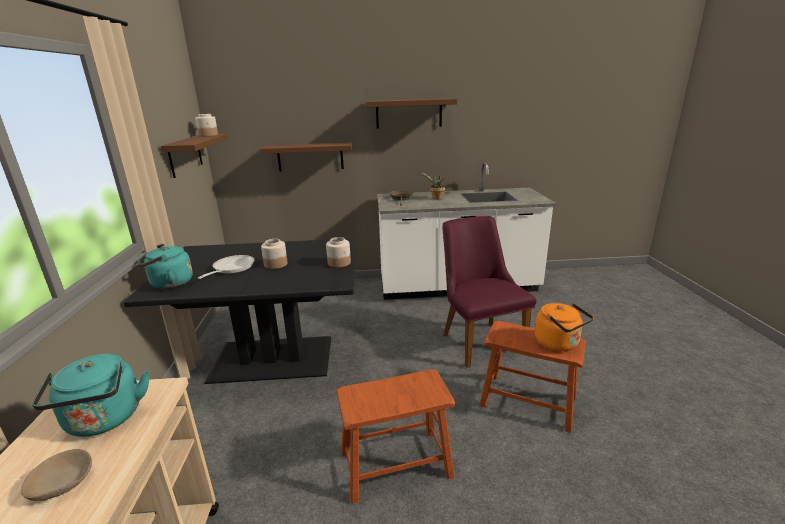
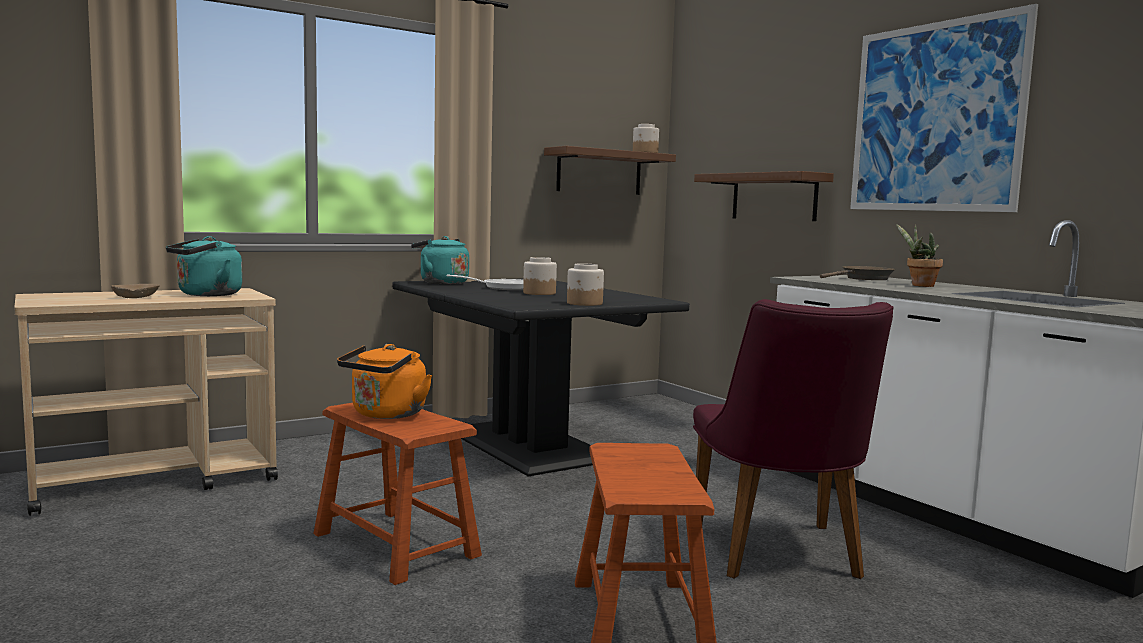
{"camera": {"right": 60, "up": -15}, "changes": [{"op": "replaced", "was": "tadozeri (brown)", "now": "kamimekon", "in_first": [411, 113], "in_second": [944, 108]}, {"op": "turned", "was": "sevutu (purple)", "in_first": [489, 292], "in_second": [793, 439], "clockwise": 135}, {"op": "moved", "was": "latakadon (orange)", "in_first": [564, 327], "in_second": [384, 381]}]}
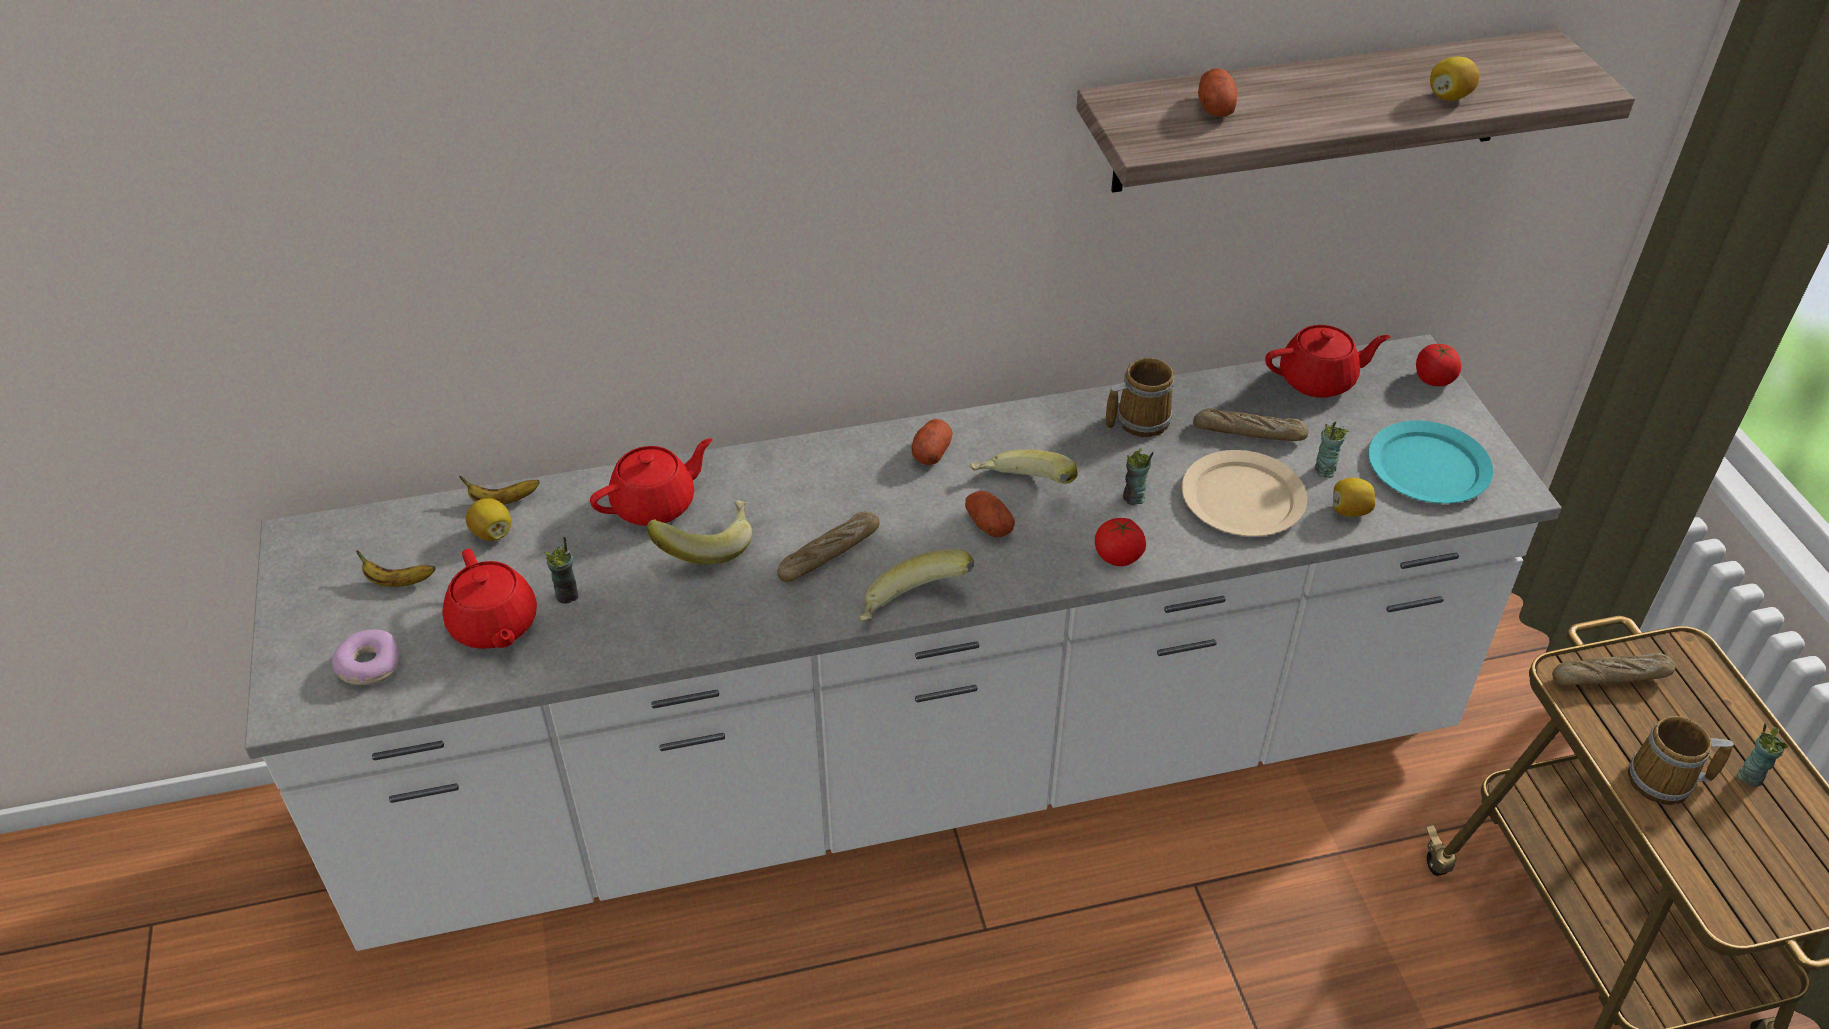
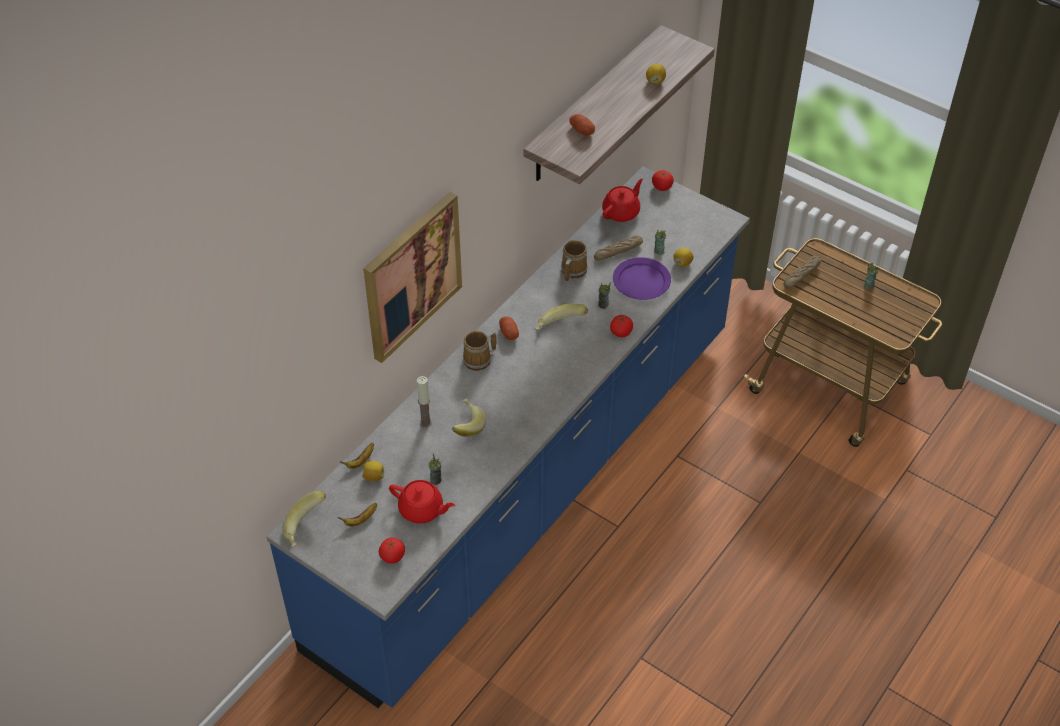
{"camera": {"right": -40, "up": 5}, "changes": [{"op": "recoloured", "was": "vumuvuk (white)", "now": "vumuvuk (blue)", "in_first": [903, 642], "in_second": [508, 437]}, {"op": "replaced", "was": "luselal", "now": "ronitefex", "in_first": [366, 657], "in_second": [392, 551]}, {"op": "replaced", "was": "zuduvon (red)", "now": "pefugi", "in_first": [651, 482], "in_second": [424, 401]}, {"op": "removed", "was": "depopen", "in_first": [828, 546]}, {"op": "moved", "was": "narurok", "in_first": [917, 585], "in_second": [304, 519]}, {"op": "removed", "was": "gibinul", "in_first": [990, 514]}, {"op": "recoloured", "was": "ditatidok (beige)", "now": "ditatidok (purple)", "in_first": [1244, 493], "in_second": [642, 278]}, {"op": "removed", "was": "ditatidok (turquoise)", "in_first": [1430, 462]}, {"op": "moved", "was": "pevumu", "in_first": [1681, 760], "in_second": [479, 351]}, {"op": "added", "now": "kamimekon", "in_second": [412, 277]}]}
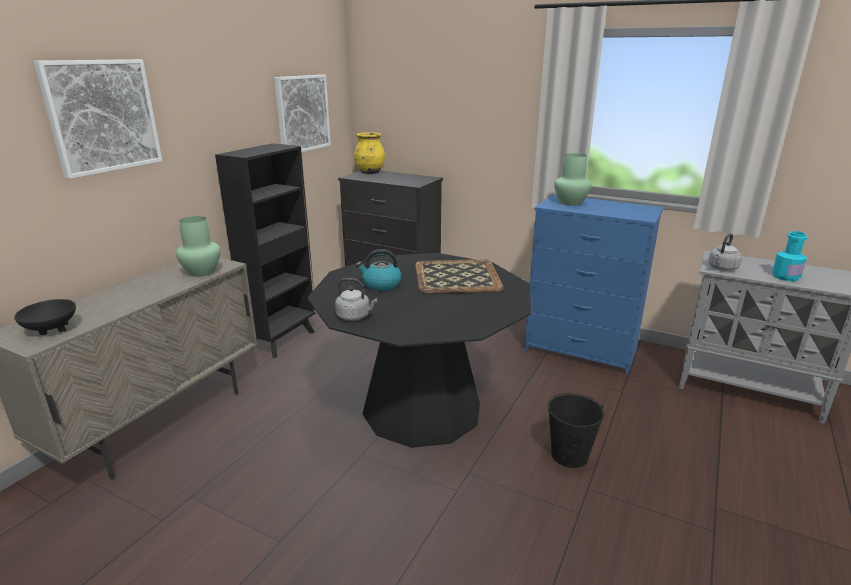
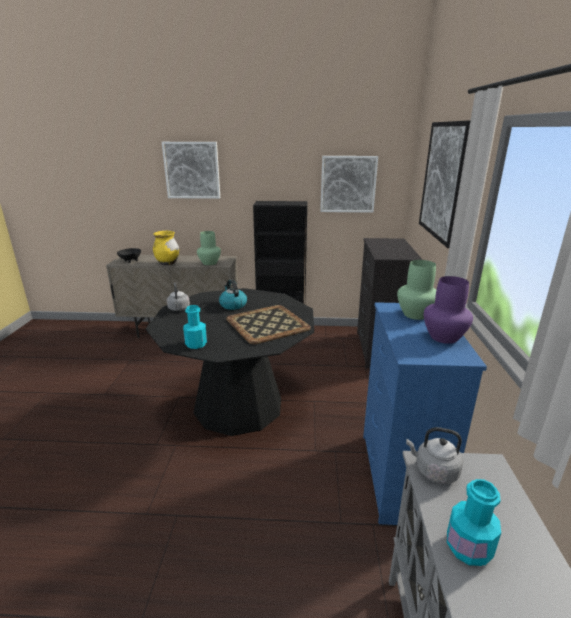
{"camera": {"right": 65, "up": 0}, "changes": [{"op": "moved", "was": "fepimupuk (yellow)", "in_first": [369, 153], "in_second": [166, 248]}, {"op": "removed", "was": "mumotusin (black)", "in_first": [576, 430]}, {"op": "added", "now": "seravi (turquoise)", "in_second": [195, 327]}, {"op": "added", "now": "kamimekon", "in_second": [445, 184]}, {"op": "added", "now": "fepimupuk (purple)", "in_second": [448, 310]}]}
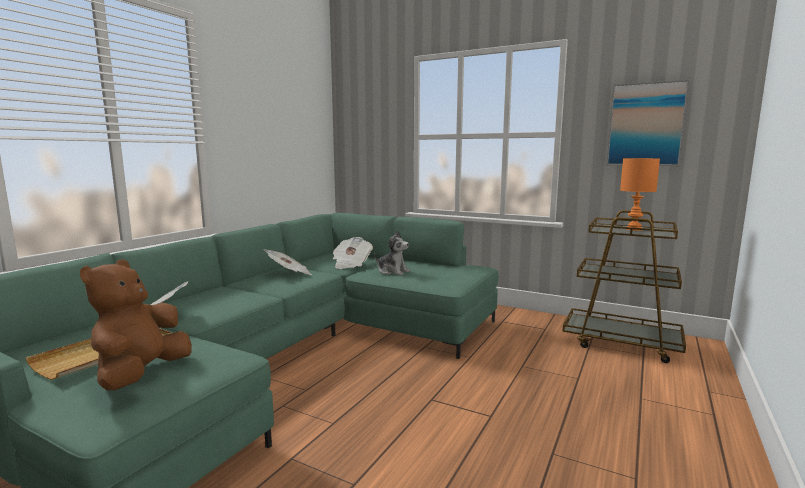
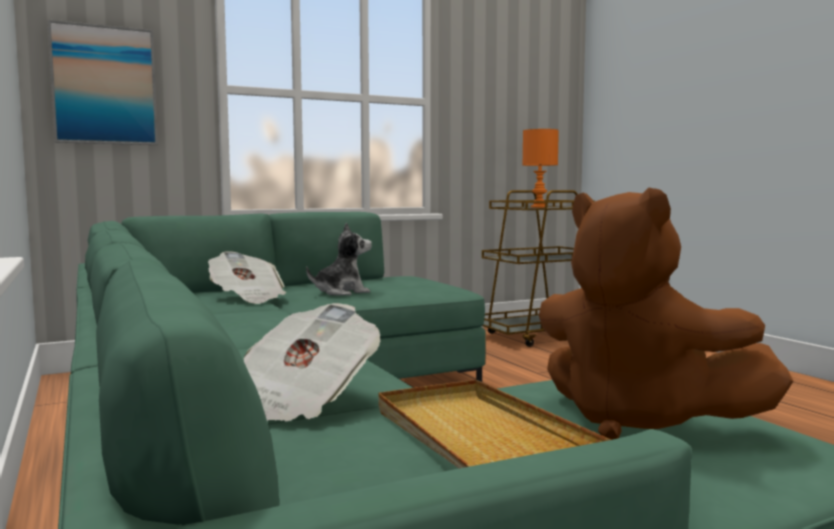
{"camera": {"right": -55, "up": -5}, "changes": [{"op": "removed", "was": "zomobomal", "in_first": [288, 262]}, {"op": "moved", "was": "kamimekon", "in_first": [648, 122], "in_second": [102, 82]}]}
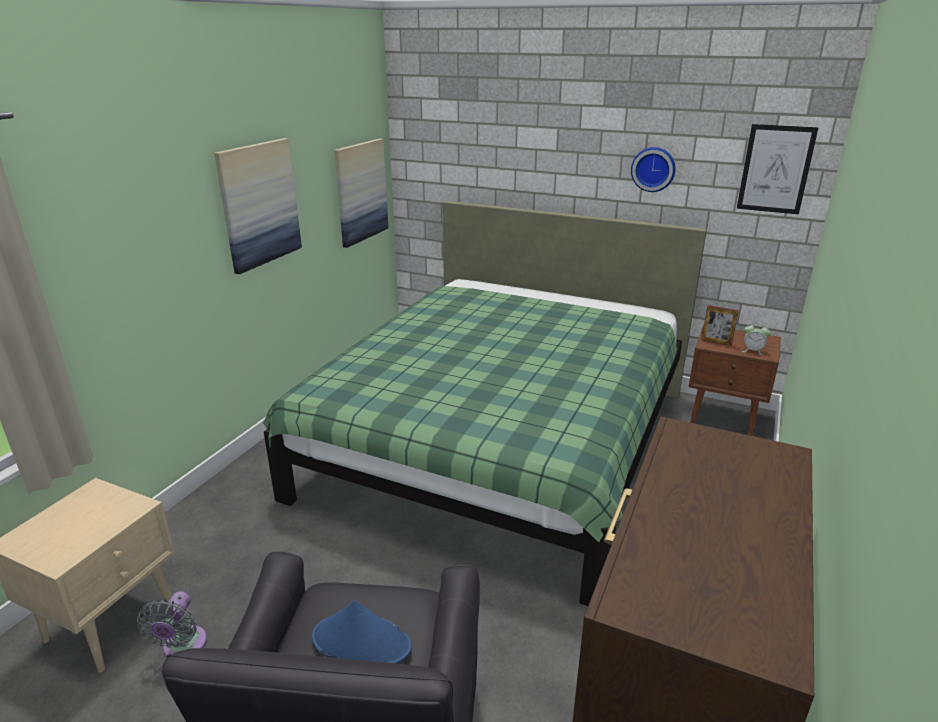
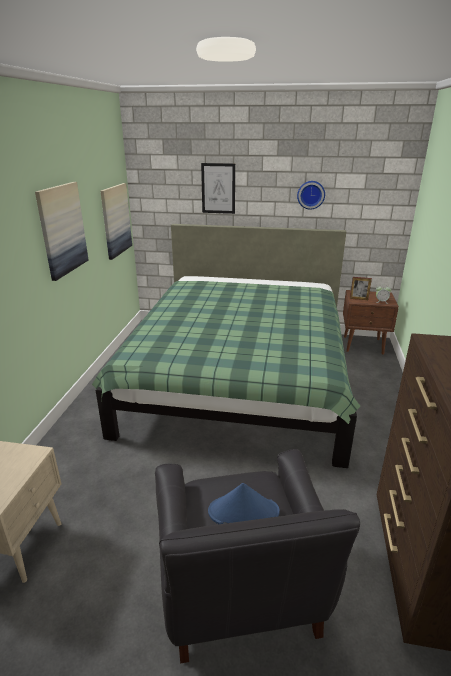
{"camera": {"right": -15, "up": 0}, "changes": [{"op": "removed", "was": "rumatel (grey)", "in_first": [172, 624]}, {"op": "moved", "was": "kamimekon", "in_first": [778, 169], "in_second": [218, 188]}]}
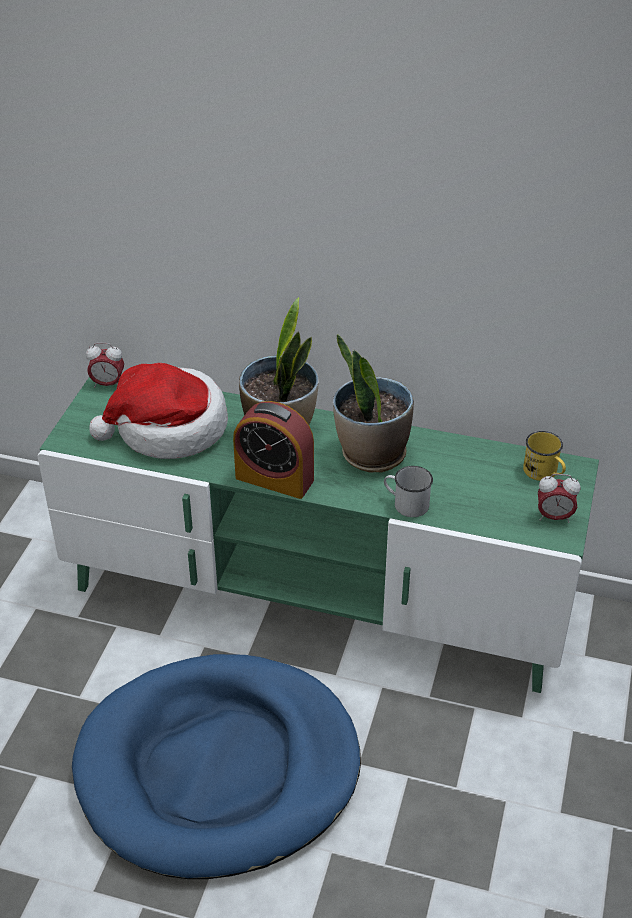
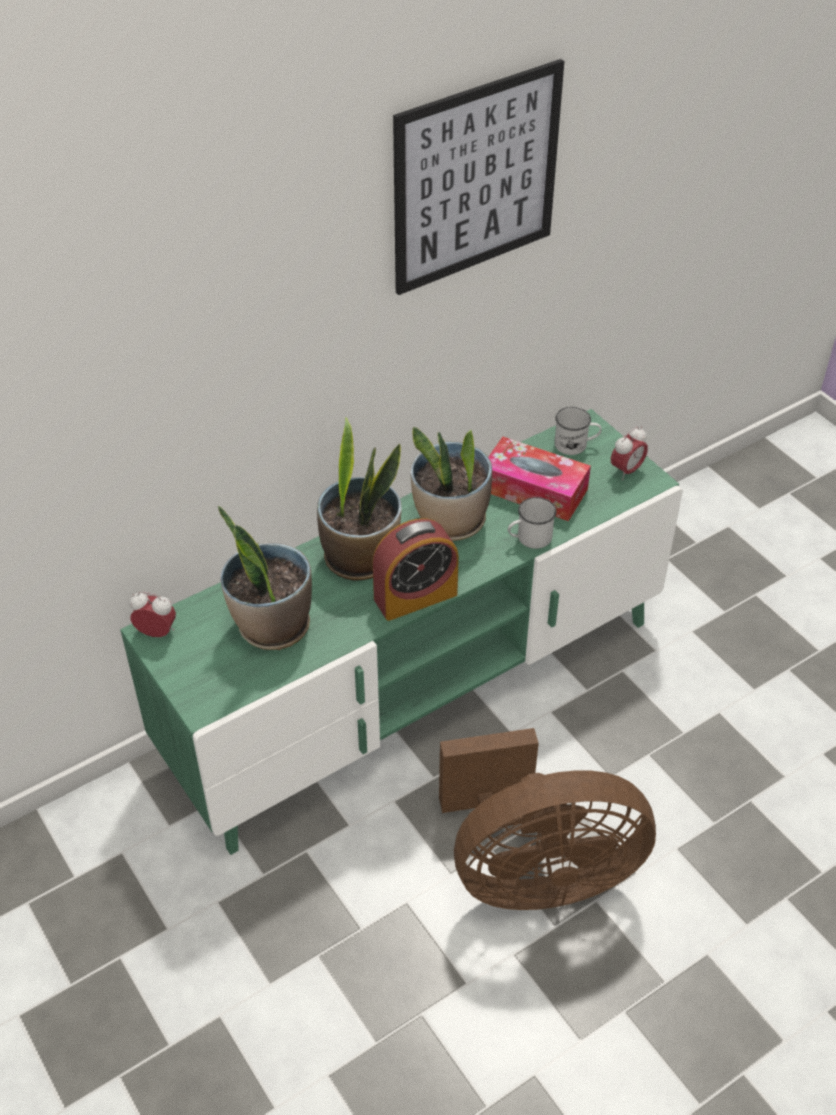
{"camera": {"right": -50, "up": 5}, "changes": [{"op": "replaced", "was": "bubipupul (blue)", "now": "rumatel (brown)", "in_first": [216, 766], "in_second": [547, 819]}, {"op": "turned", "was": "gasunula", "in_first": [105, 365], "in_second": [152, 614], "clockwise": -120}, {"op": "replaced", "was": "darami", "now": "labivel", "in_first": [158, 411], "in_second": [265, 577]}, {"op": "recoloured", "was": "pevumu (yellow)", "now": "pevumu (white)", "in_first": [544, 456], "in_second": [578, 431]}, {"op": "added", "now": "kamimekon", "in_second": [478, 177]}, {"op": "added", "now": "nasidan", "in_second": [539, 479]}]}
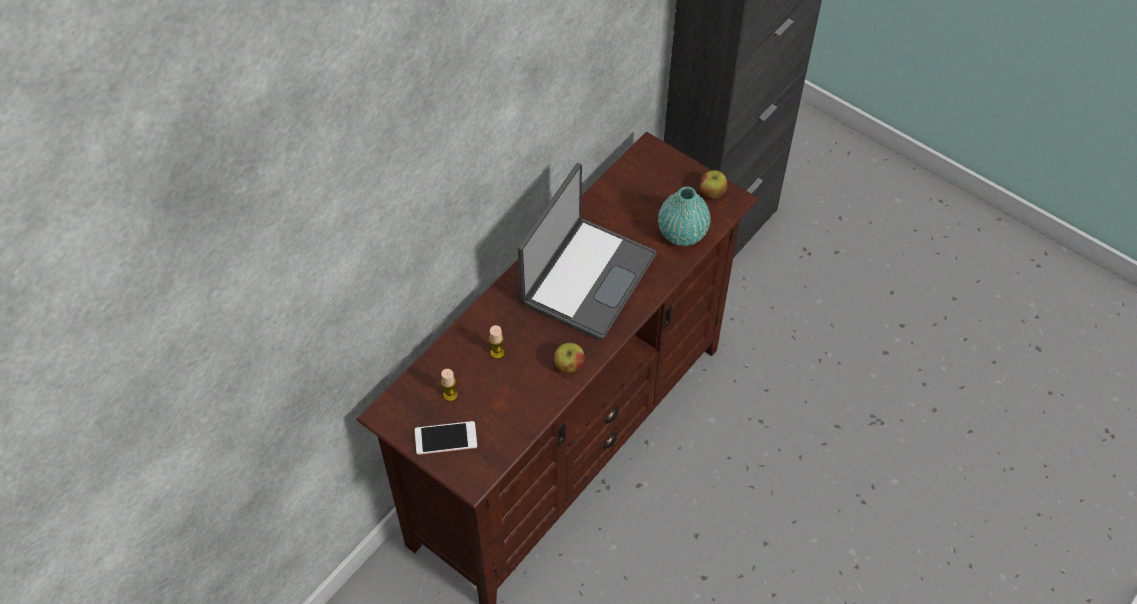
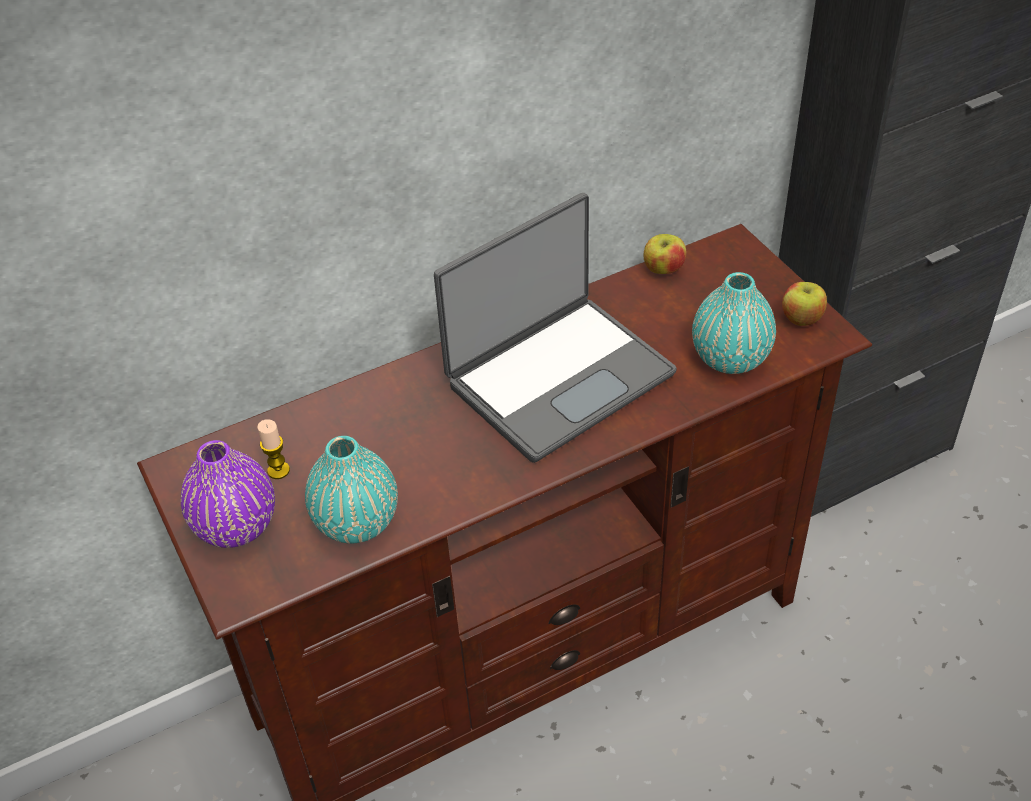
{"camera": {"right": 25, "up": -10}, "changes": [{"op": "replaced", "was": "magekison", "now": "fepimupuk (purple)", "in_first": [446, 438], "in_second": [228, 494]}, {"op": "removed", "was": "pefugi", "in_first": [497, 342]}, {"op": "moved", "was": "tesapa", "in_first": [569, 358], "in_second": [665, 254]}, {"op": "added", "now": "fepimupuk (turquoise)", "in_second": [351, 489]}]}
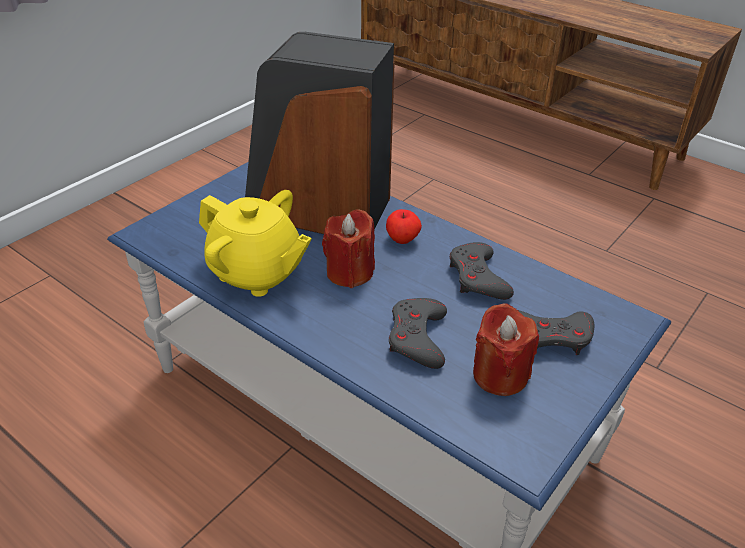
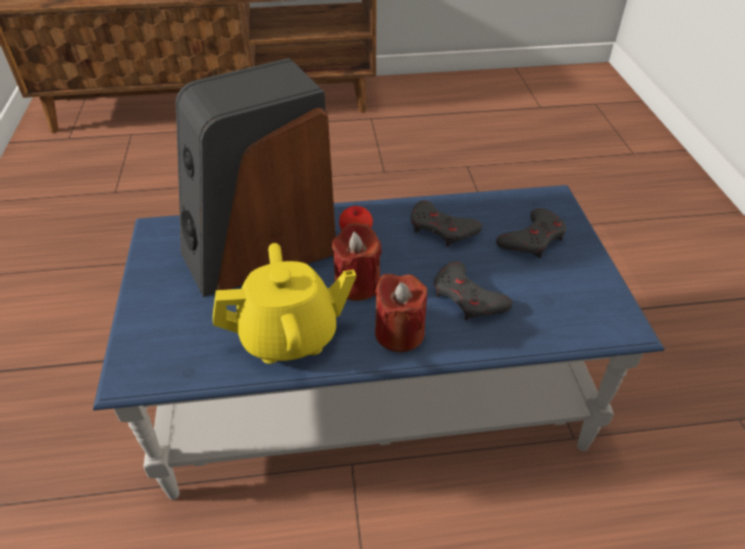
{"camera": {"right": -45, "up": 5}, "changes": [{"op": "moved", "was": "pefugi (red)", "in_first": [506, 349], "in_second": [401, 313]}]}
